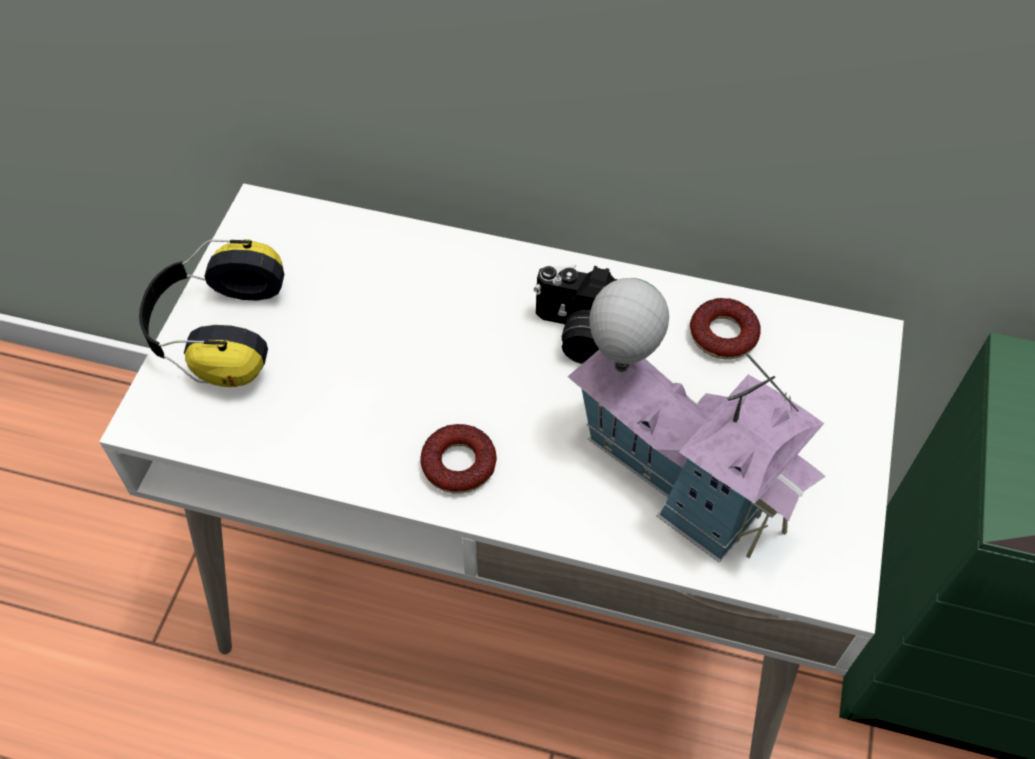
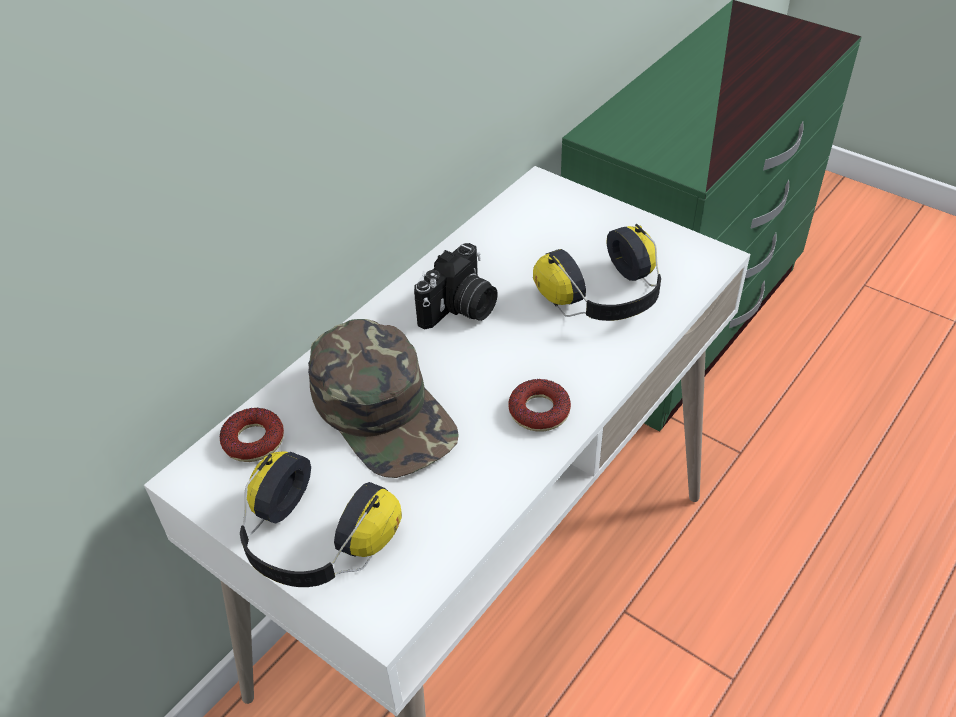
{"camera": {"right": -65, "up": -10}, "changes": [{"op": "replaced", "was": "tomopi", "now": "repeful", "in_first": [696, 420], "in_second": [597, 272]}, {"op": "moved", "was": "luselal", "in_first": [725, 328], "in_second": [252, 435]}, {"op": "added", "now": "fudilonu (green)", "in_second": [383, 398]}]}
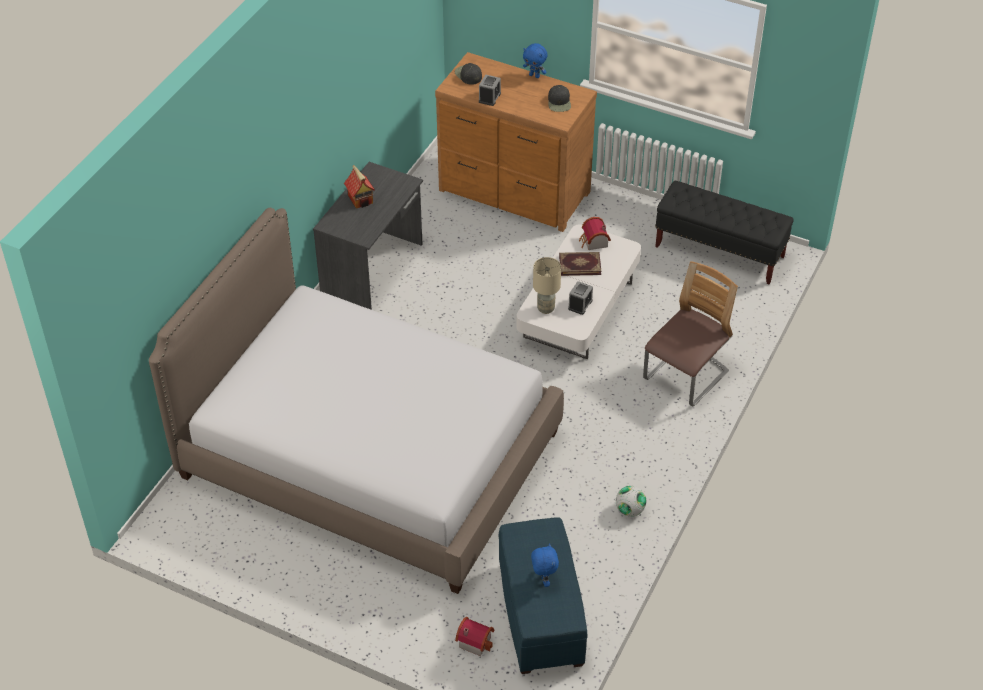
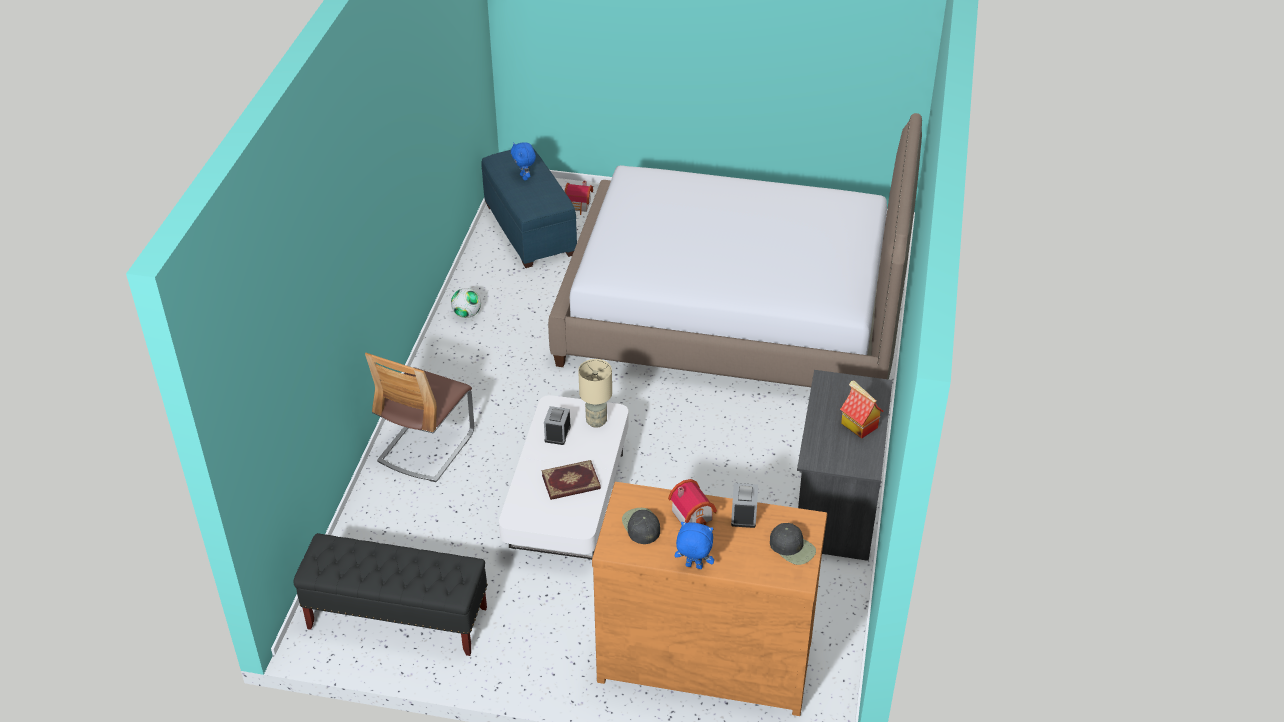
{"camera": {"right": 165, "up": -5}, "changes": [{"op": "moved", "was": "tomopi", "in_first": [595, 233], "in_second": [692, 502]}]}
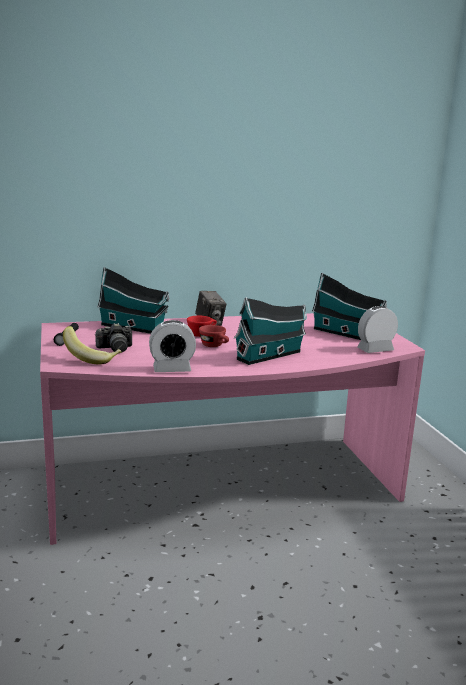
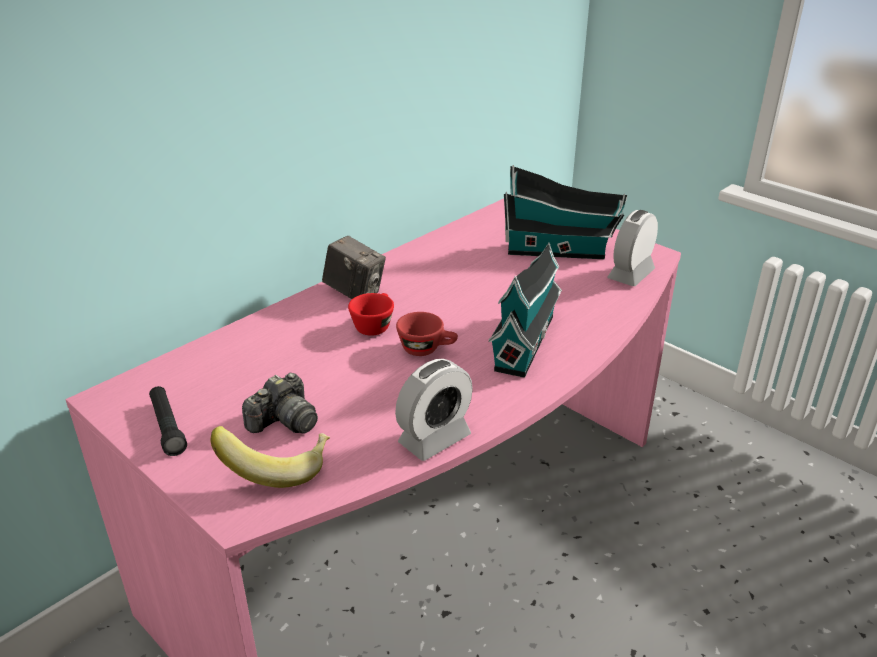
{"camera": {"right": -30, "up": 15}, "changes": [{"op": "removed", "was": "tomopi", "in_first": [133, 300]}]}
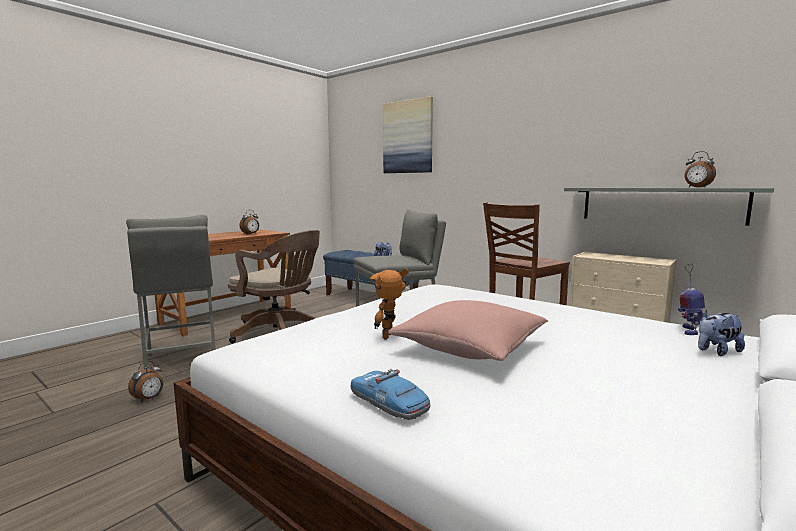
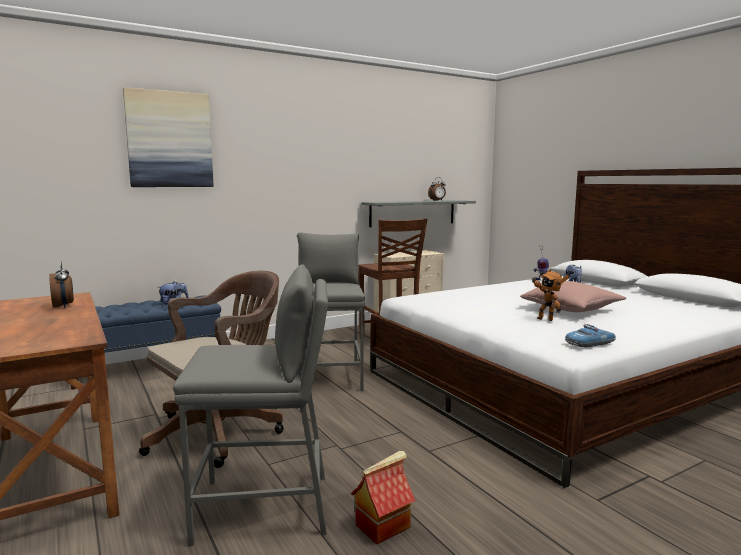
{"camera": {"right": -70, "up": 0}, "changes": [{"op": "replaced", "was": "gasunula", "now": "tomopi", "in_first": [145, 382], "in_second": [383, 497]}, {"op": "moved", "was": "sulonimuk", "in_first": [391, 394], "in_second": [590, 336]}]}
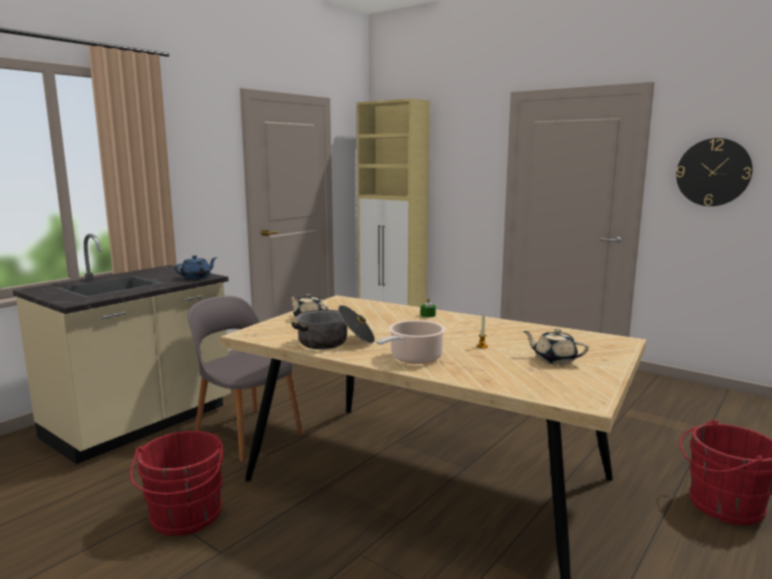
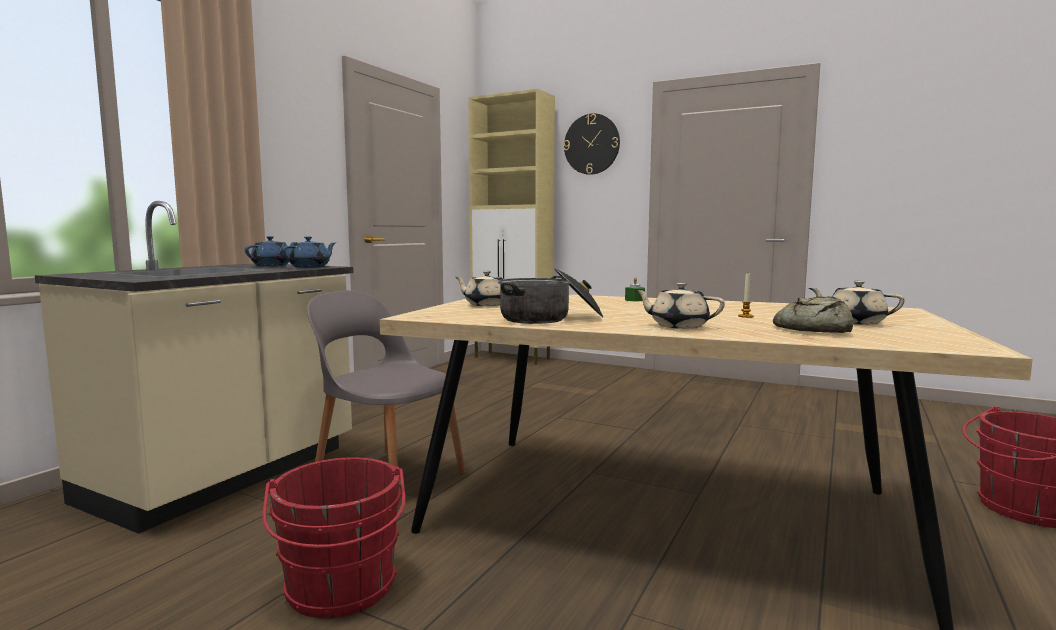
{"camera": {"right": -10, "up": -5}, "changes": [{"op": "replaced", "was": "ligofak", "now": "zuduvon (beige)", "in_first": [411, 342], "in_second": [680, 305]}, {"op": "moved", "was": "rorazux", "in_first": [714, 172], "in_second": [592, 144]}, {"op": "added", "now": "zuduvon (blue)", "in_second": [271, 251]}, {"op": "added", "now": "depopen", "in_second": [813, 314]}]}
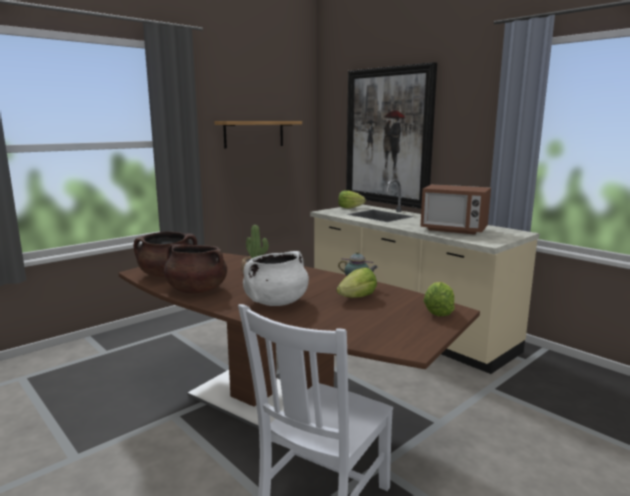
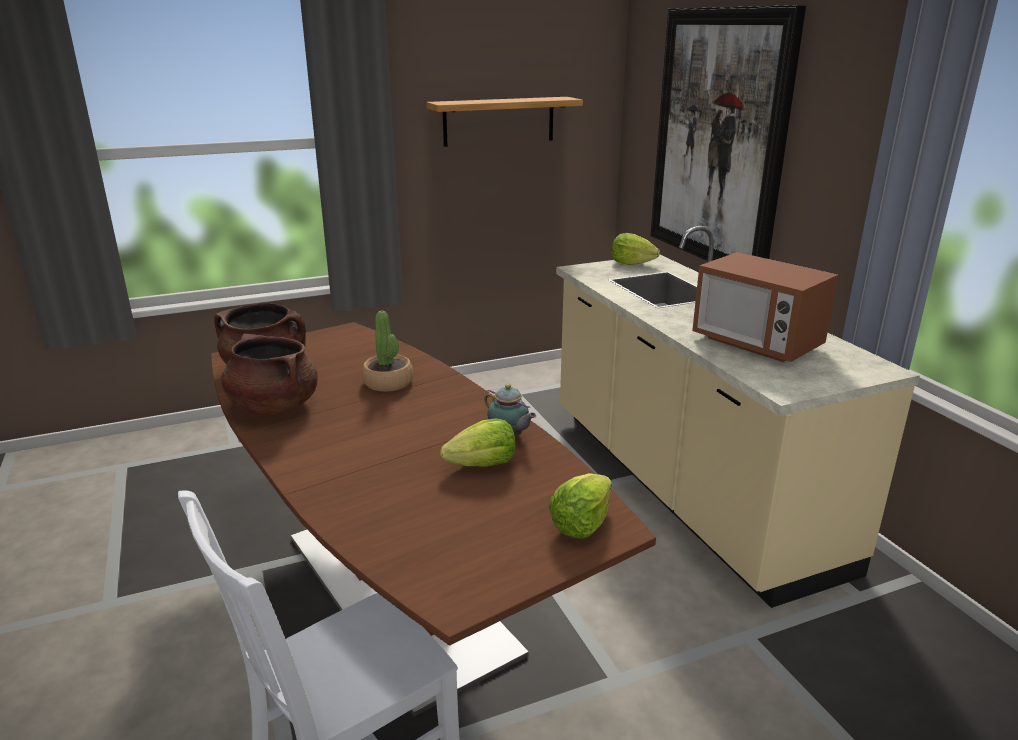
{"camera": {"right": 20, "up": 10}, "changes": [{"op": "removed", "was": "ligofak (white)", "in_first": [276, 278]}]}
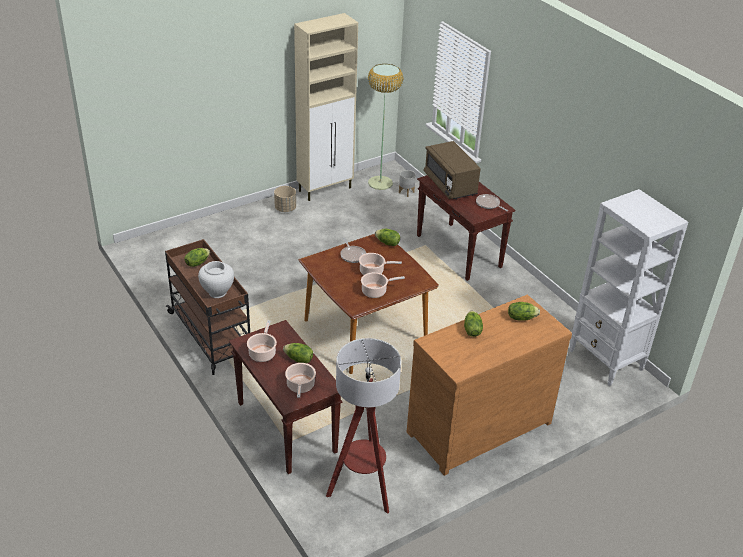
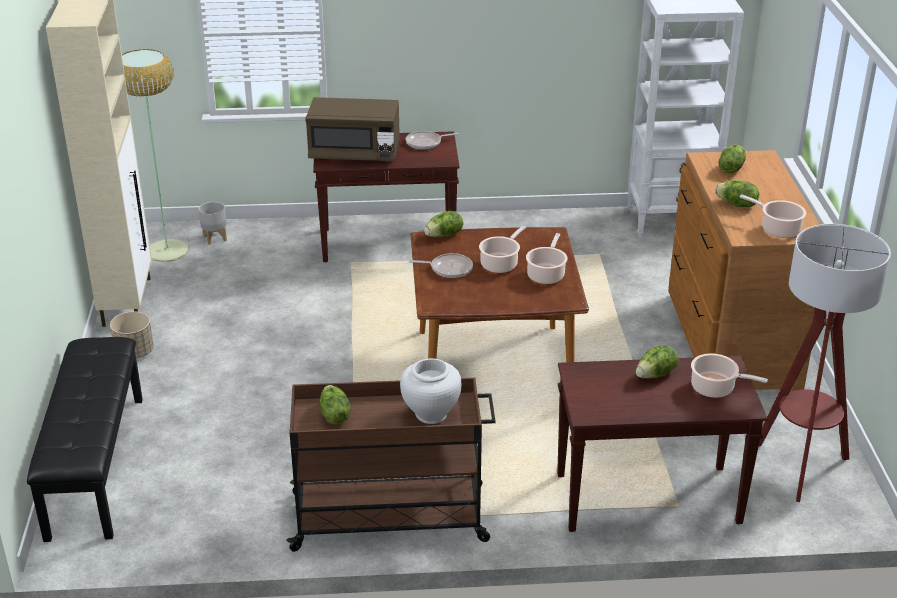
{"camera": {"right": -60, "up": -5}, "changes": [{"op": "moved", "was": "ligofak", "in_first": [262, 341], "in_second": [773, 216]}, {"op": "added", "now": "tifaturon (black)", "in_second": [85, 439]}]}
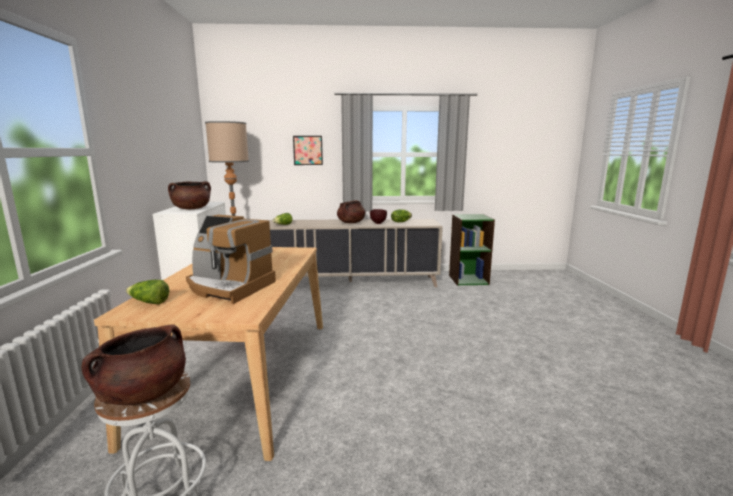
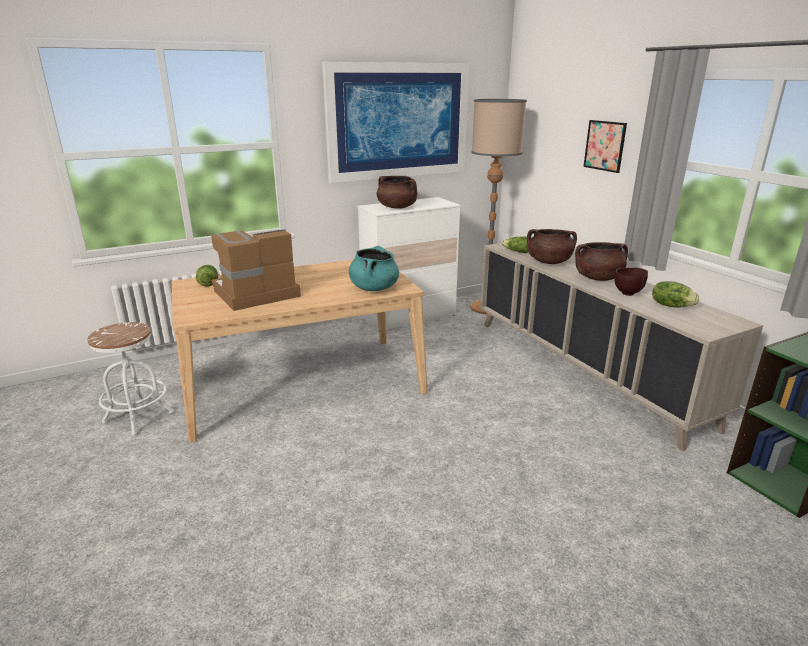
{"camera": {"right": 65, "up": 10}, "changes": [{"op": "moved", "was": "ligofak (brown)", "in_first": [134, 365], "in_second": [552, 246]}, {"op": "turned", "was": "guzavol", "in_first": [231, 259], "in_second": [256, 270], "clockwise": 60}, {"op": "added", "now": "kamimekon", "in_second": [395, 122]}, {"op": "added", "now": "ligofak (turquoise)", "in_second": [374, 268]}]}
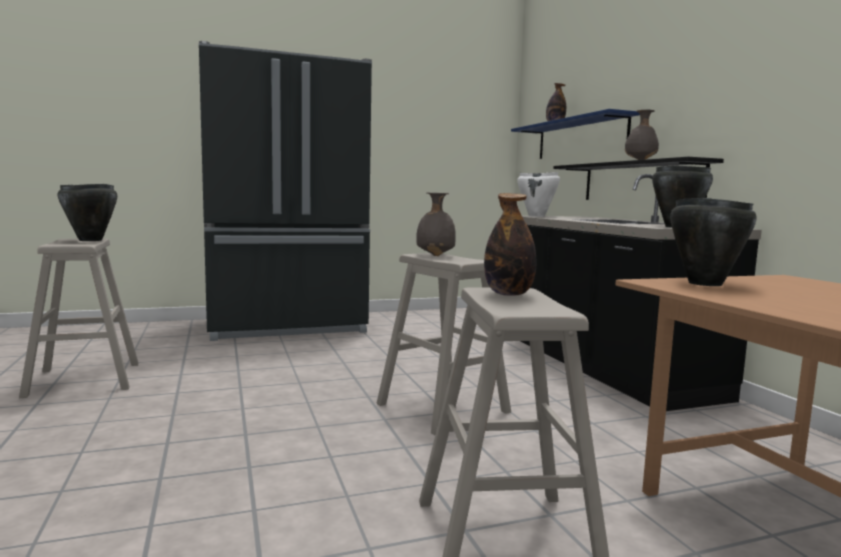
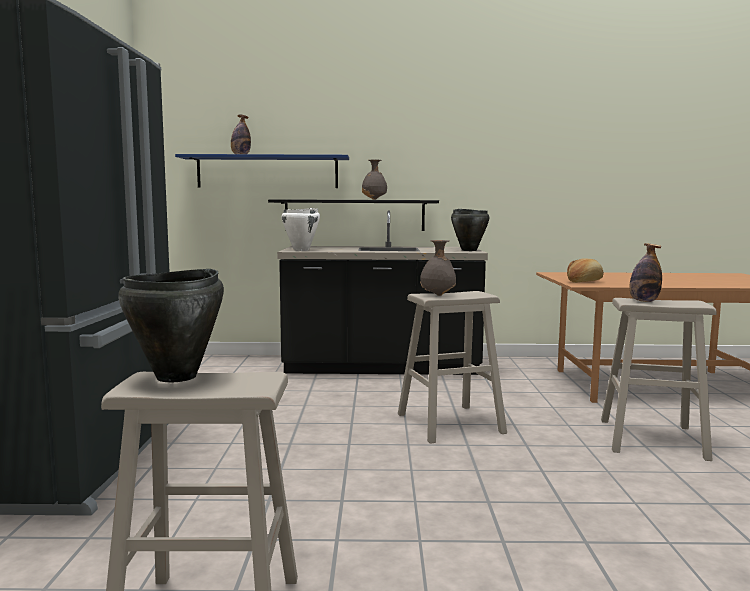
{"camera": {"right": -70, "up": 0}, "changes": [{"op": "replaced", "was": "ligofak (black)", "now": "depopen", "in_first": [713, 242], "in_second": [585, 270]}]}
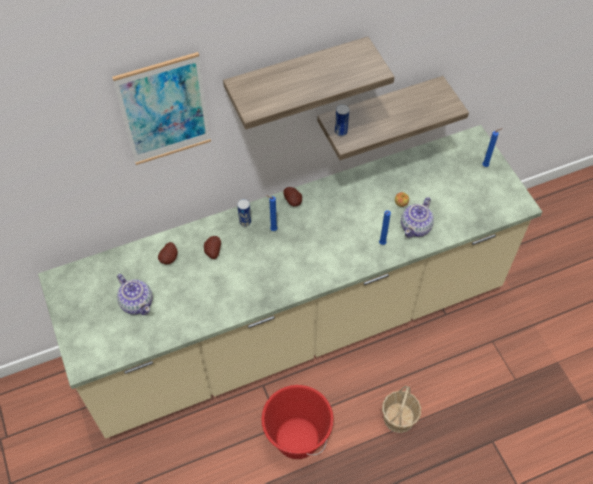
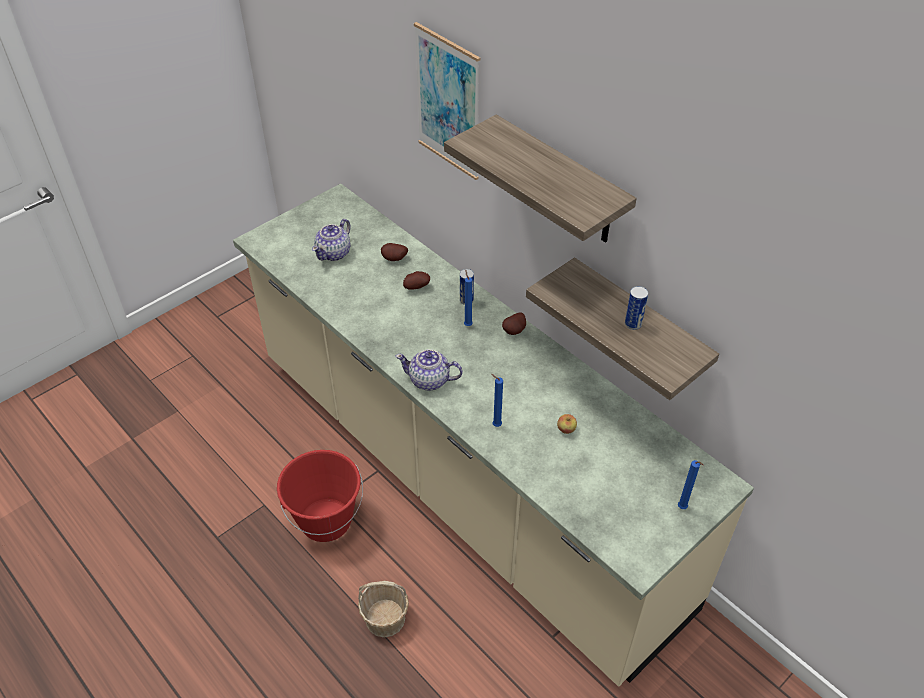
{"camera": {"right": 70, "up": -10}, "changes": [{"op": "moved", "was": "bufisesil", "in_first": [342, 120], "in_second": [636, 308]}, {"op": "moved", "was": "zuduvon", "in_first": [417, 217], "in_second": [429, 370]}]}
